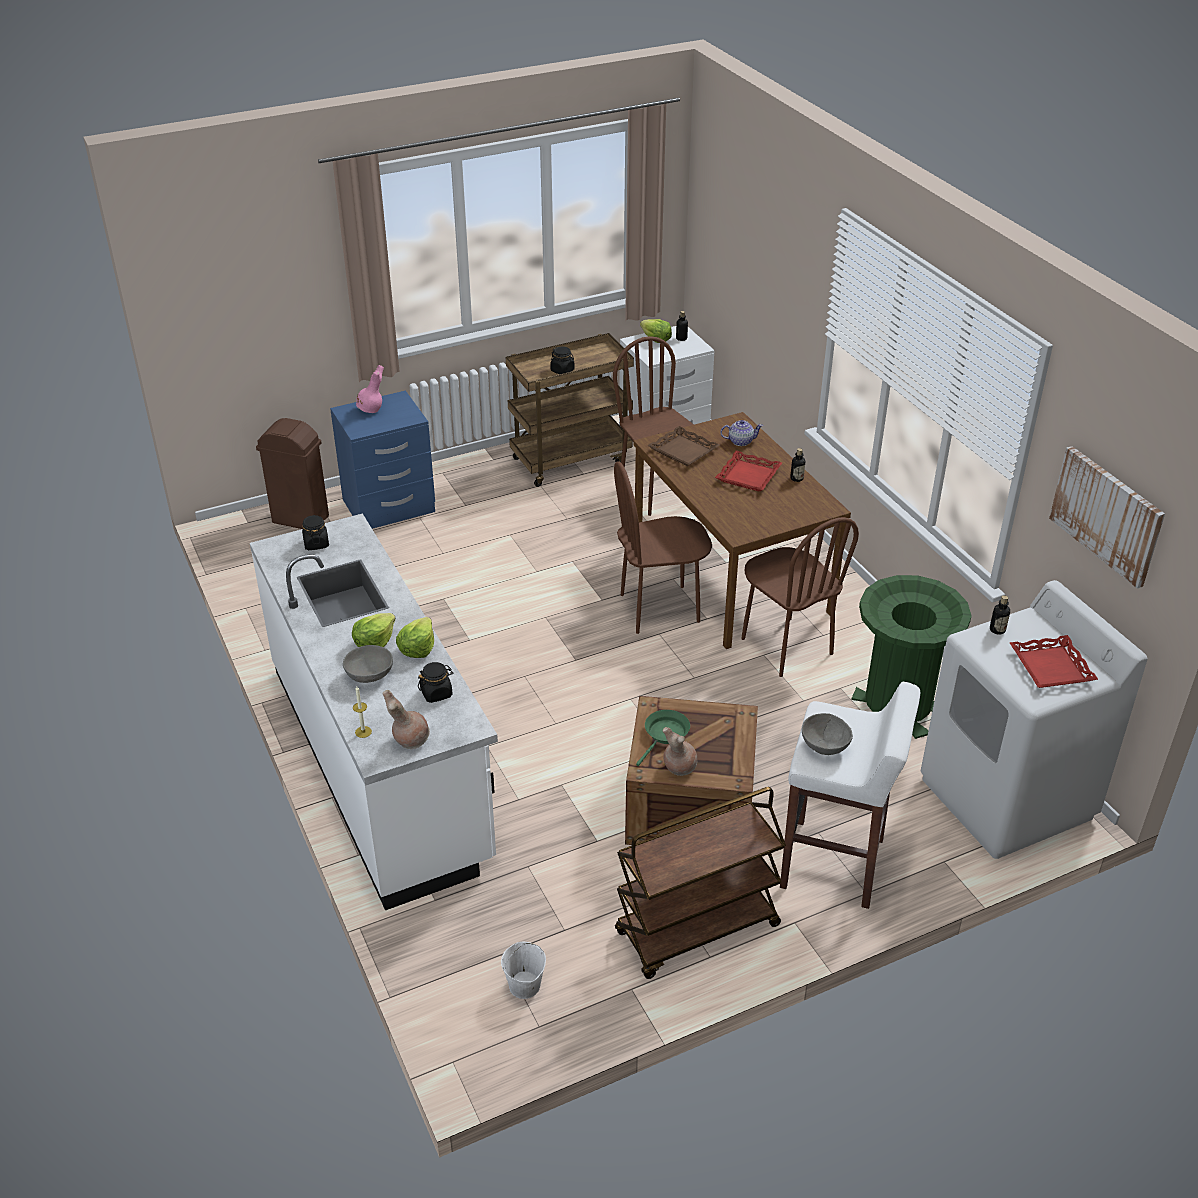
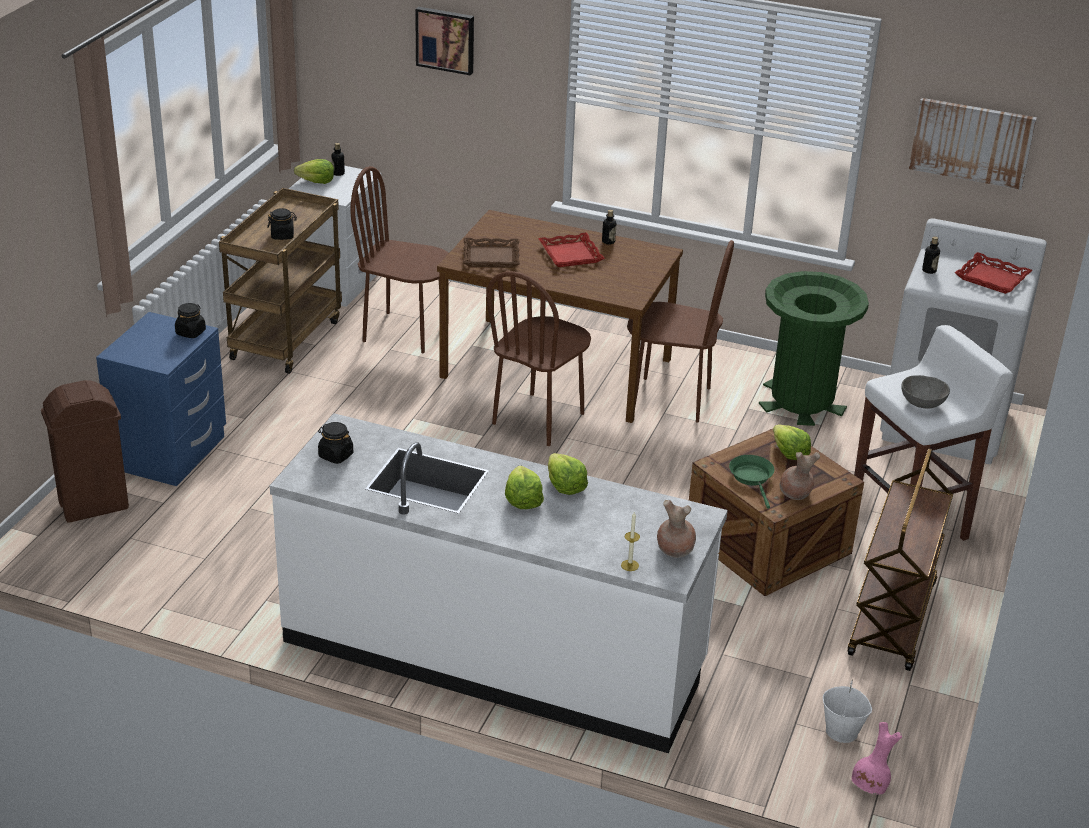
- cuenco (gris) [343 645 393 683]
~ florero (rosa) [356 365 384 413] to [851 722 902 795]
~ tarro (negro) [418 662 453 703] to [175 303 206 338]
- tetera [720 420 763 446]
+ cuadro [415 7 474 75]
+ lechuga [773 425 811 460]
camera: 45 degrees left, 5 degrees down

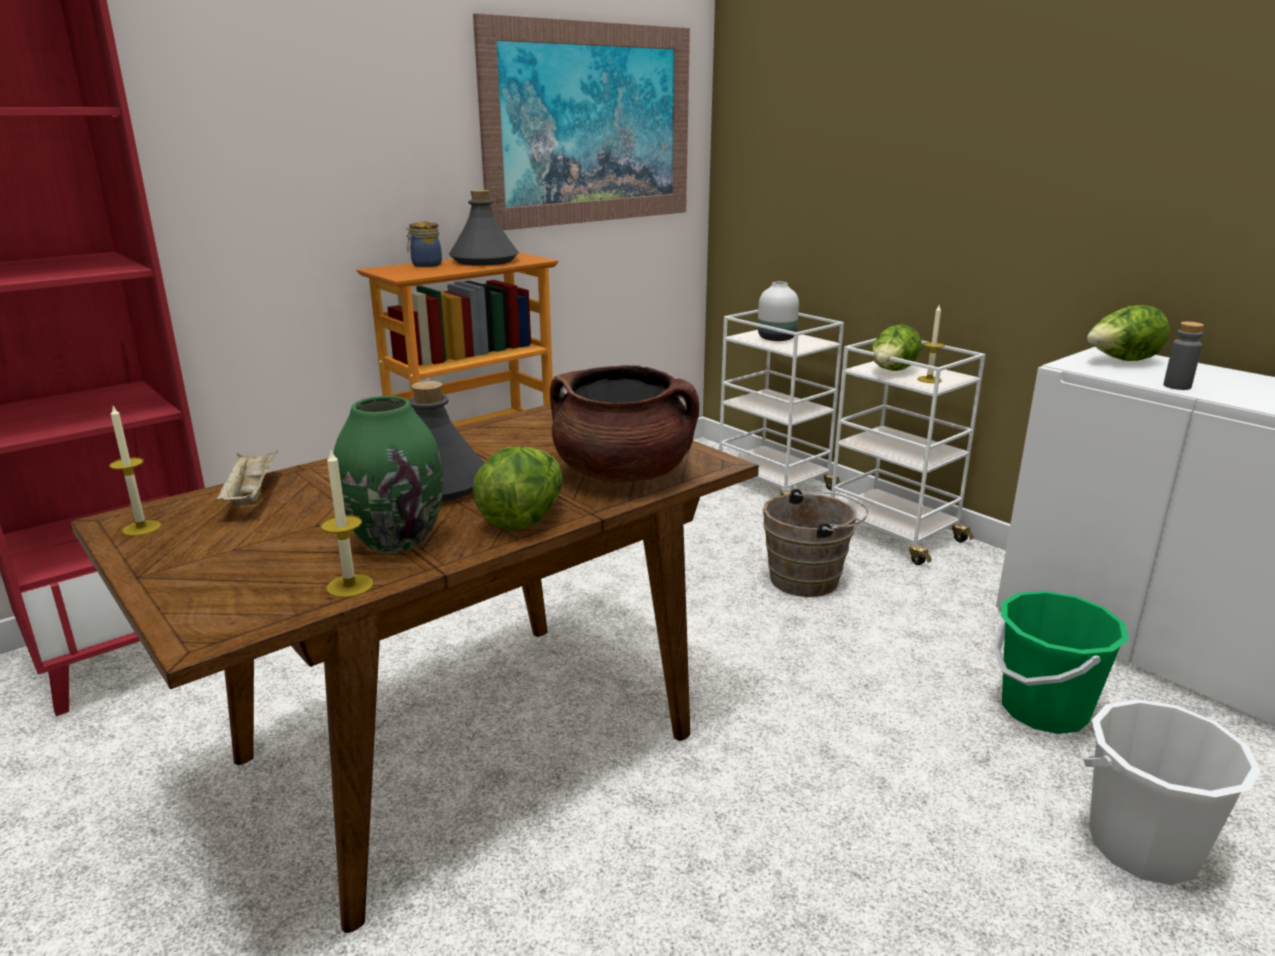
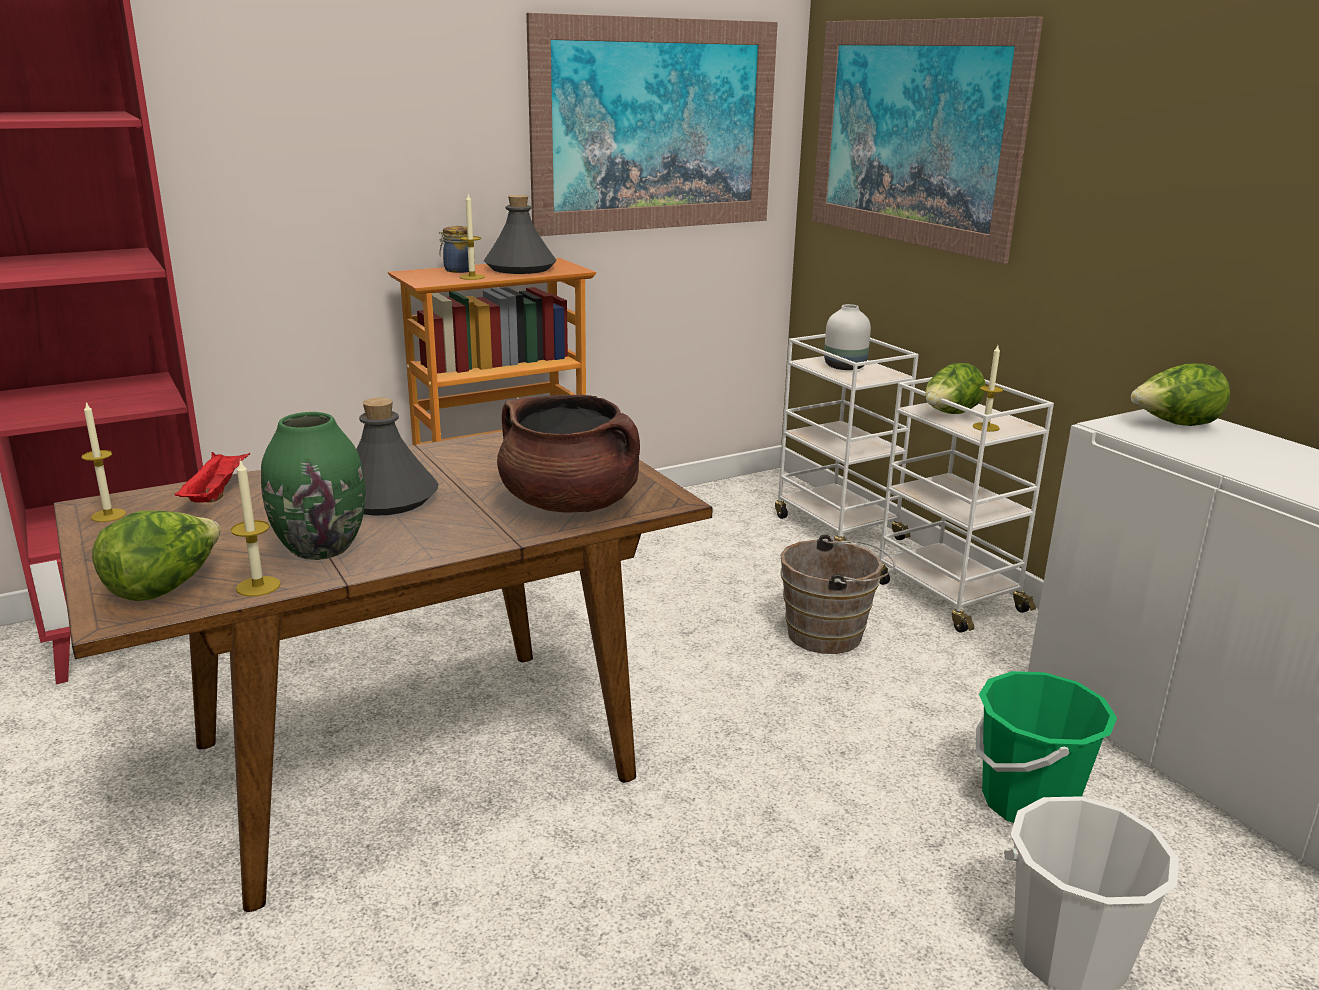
~ bandeja (beis) [216 451 278 506] to bandeja (rojo) [174 452 250 503]
~ lechuga [472 447 562 530] to [92 511 221 601]
- botella (gris) [1163 322 1204 390]
+ vela [460 194 485 280]
+ cuadro [812 17 1043 264]
camera: 10 degrees right, 0 degrees up

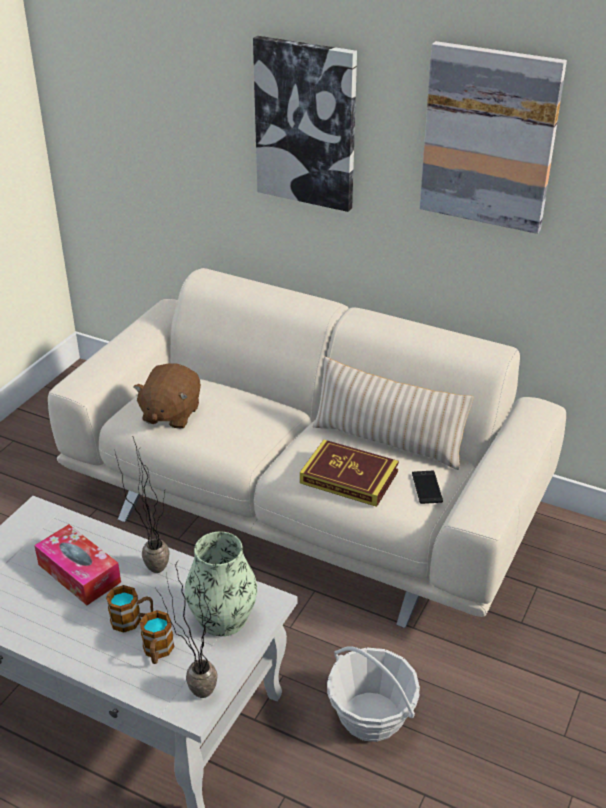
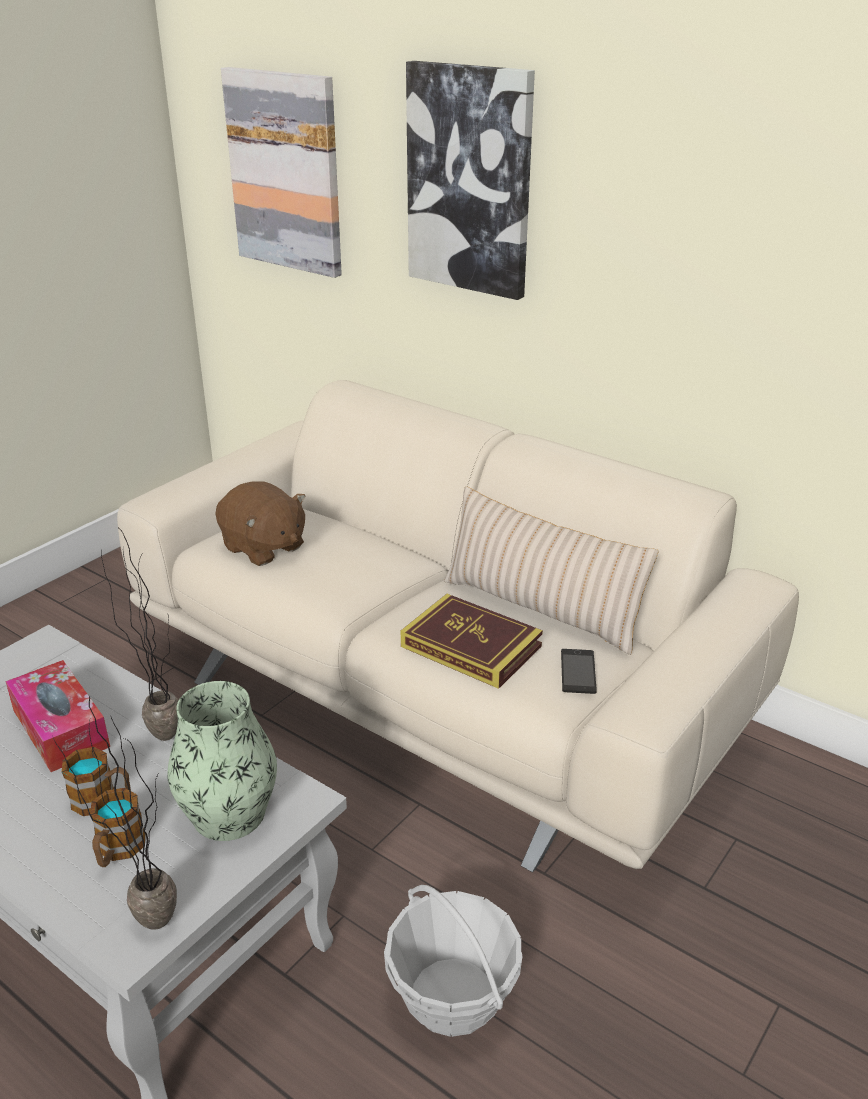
~ peluche (marrón) [133 363 201 429] = [215 482 306 566] 75 degrees counterclockwise
~ cuadro [420 41 567 234] to [221 67 342 278]
camera: 10 degrees right, 5 degrees down

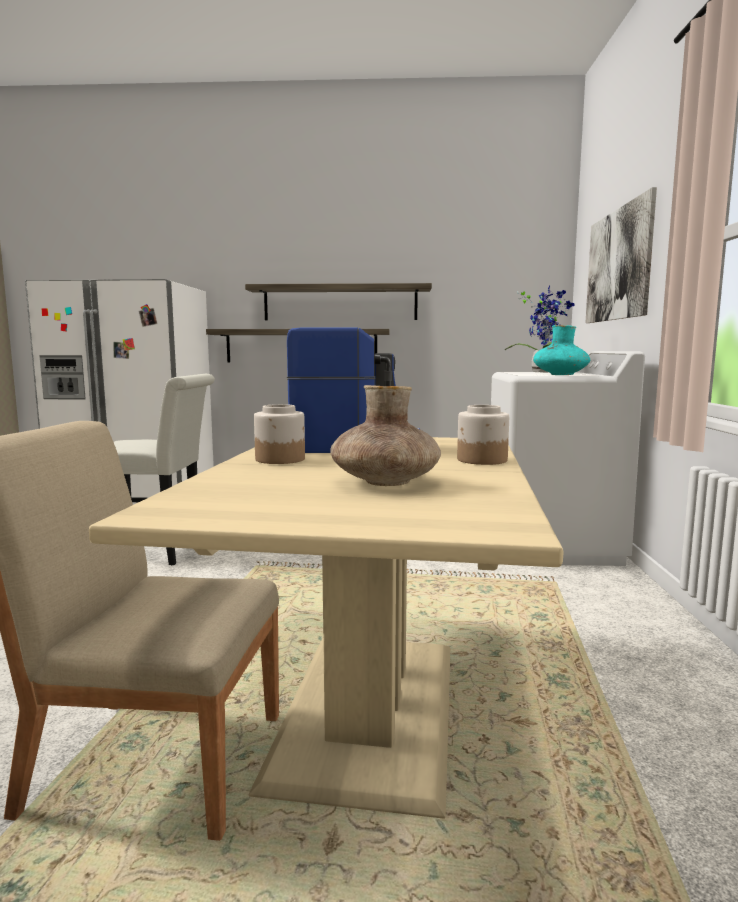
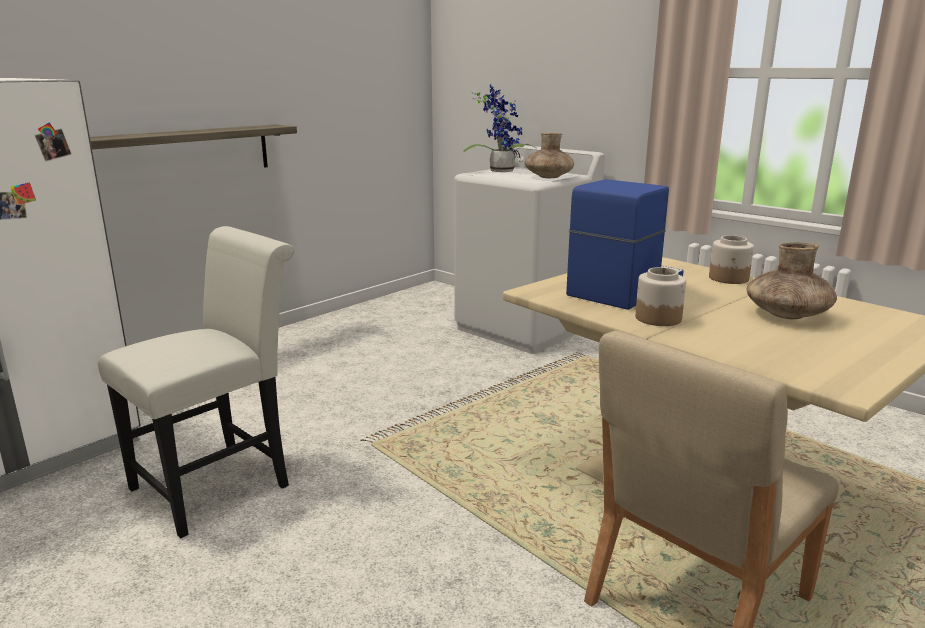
- estante [245 283 432 320]
~ florero (turquesa) [533 325 590 375] to florero (marrón) [525 133 574 178]
- cuadro [585 187 657 323]
camera: 50 degrees left, 10 degrees up

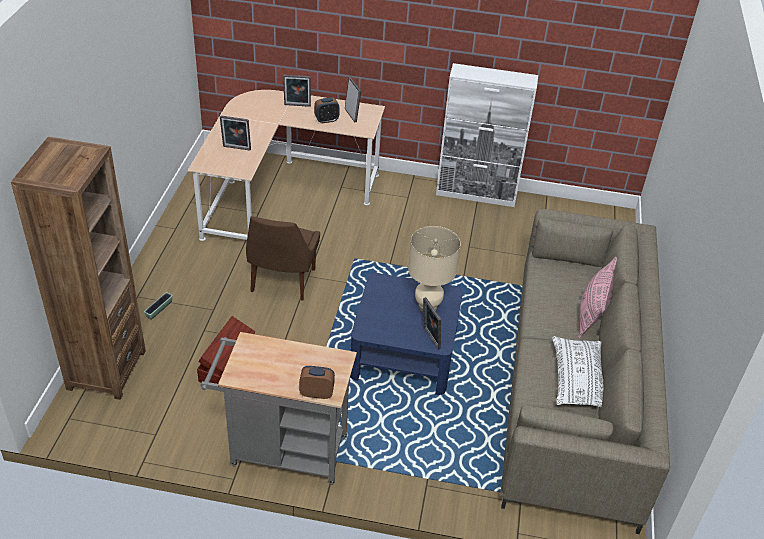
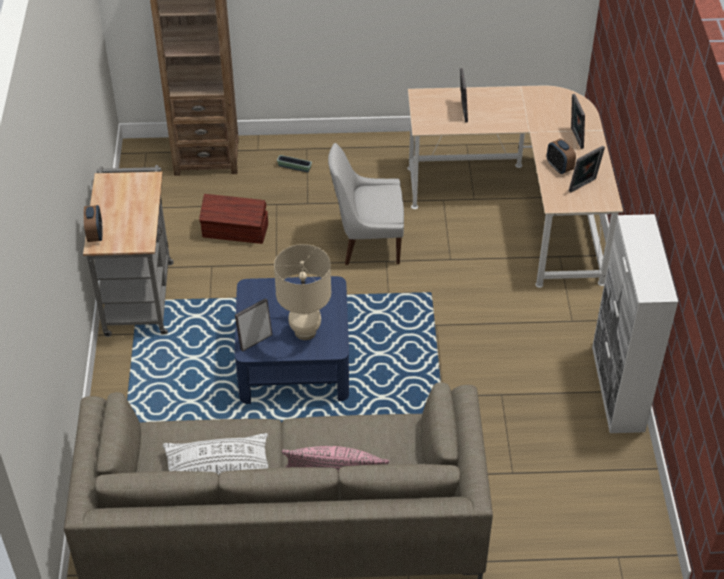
~ silla (marrón) [246 216 320 301] to silla (blanco) [328 143 404 265]
camera: 80 degrees right, 5 degrees up

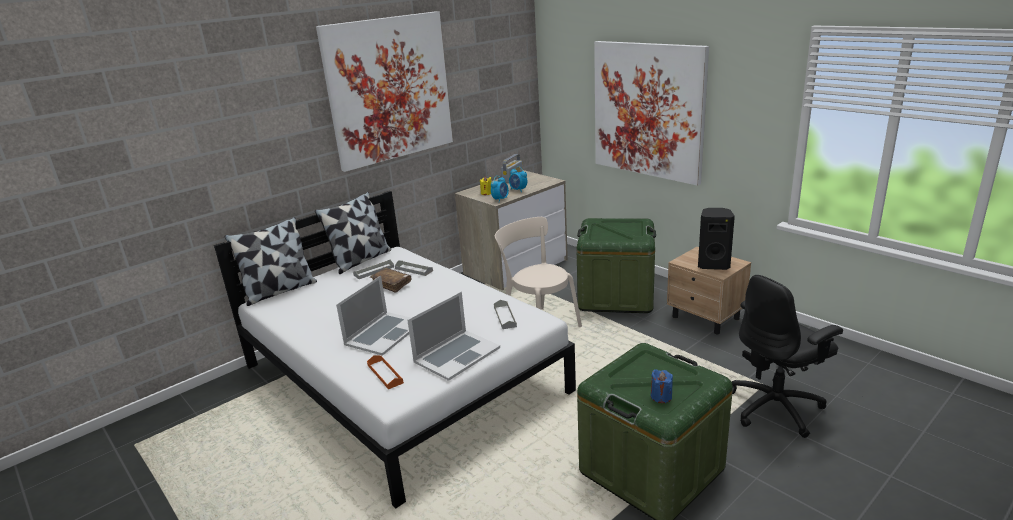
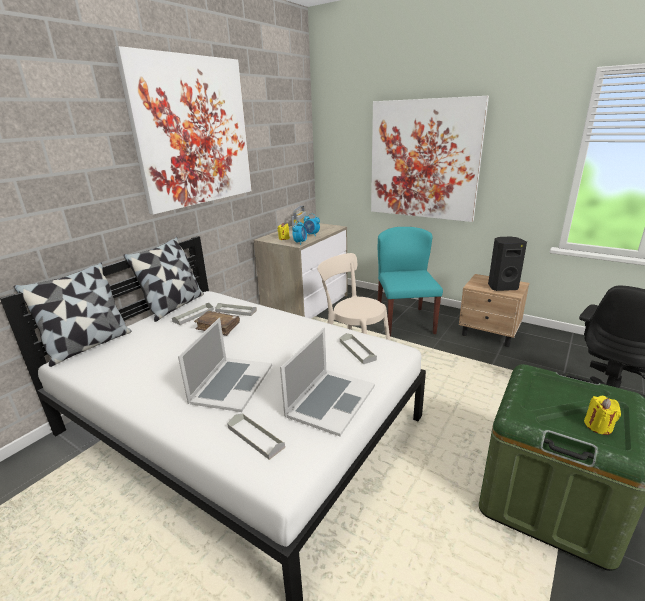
~ bandeja (naranja) [367 355 404 389] to bandeja (gris) [227 413 285 460]
~ caja de almacenaje (verde) [576 218 656 313] to silla (turquesa) [377 227 443 336]
~ vela (azul) [651 369 673 403] to vela (amarillo) [584 396 621 435]
camera: 15 degrees left, 0 degrees up

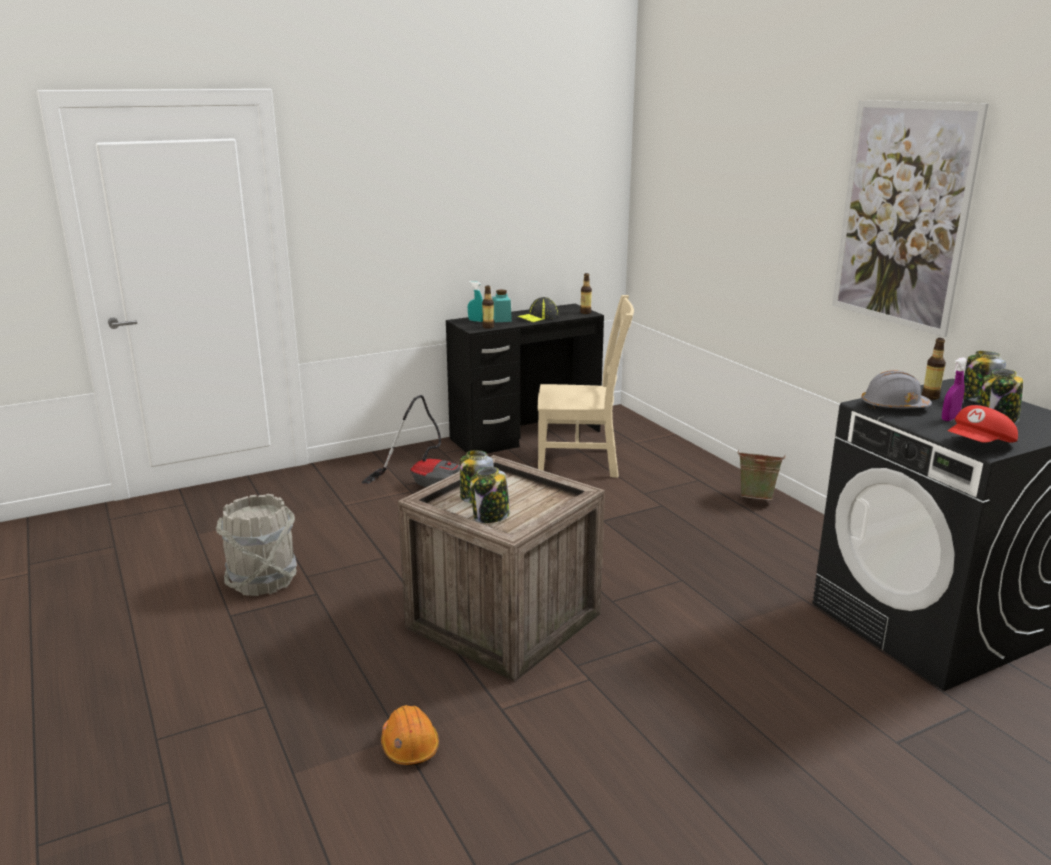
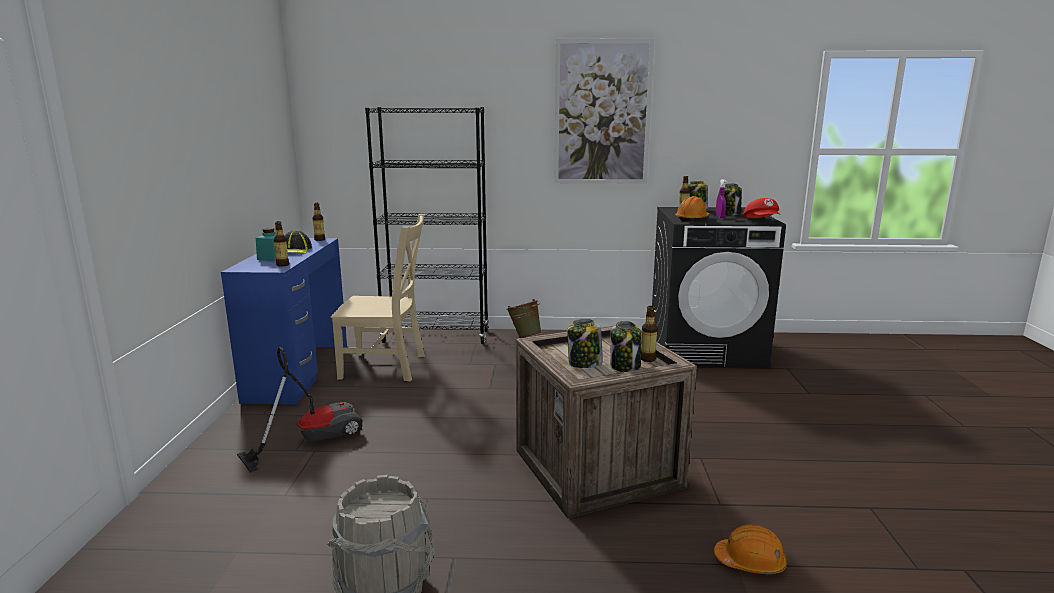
~ escritorio (negro) [446 304 604 454] to escritorio (azul) [221 238 347 405]
- pulverizador (turquesa) [468 281 483 322]
~ silla (beis) [538 295 634 478] = [331 214 425 381] 60 degrees clockwise
~ casco (gris) [861 370 932 409] to casco (naranja) [675 196 709 222]
+ estantería (negro) [365 107 489 344]
+ botella [641 306 657 362]
camera: 60 degrees left, 5 degrees down

